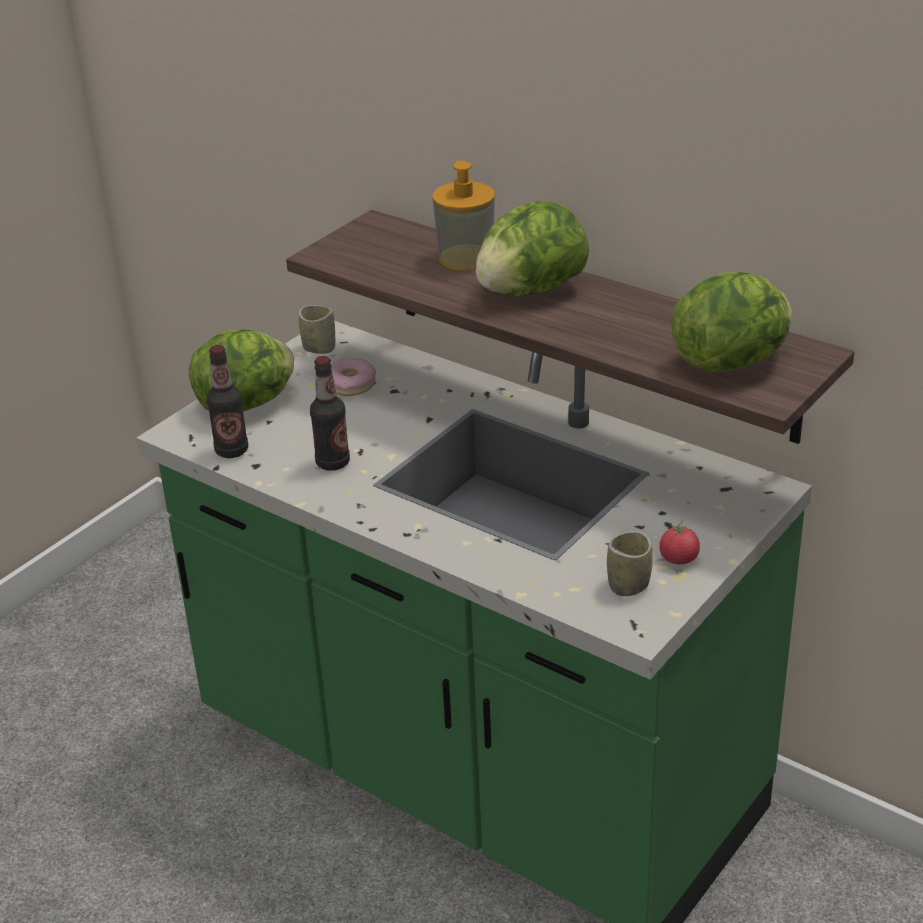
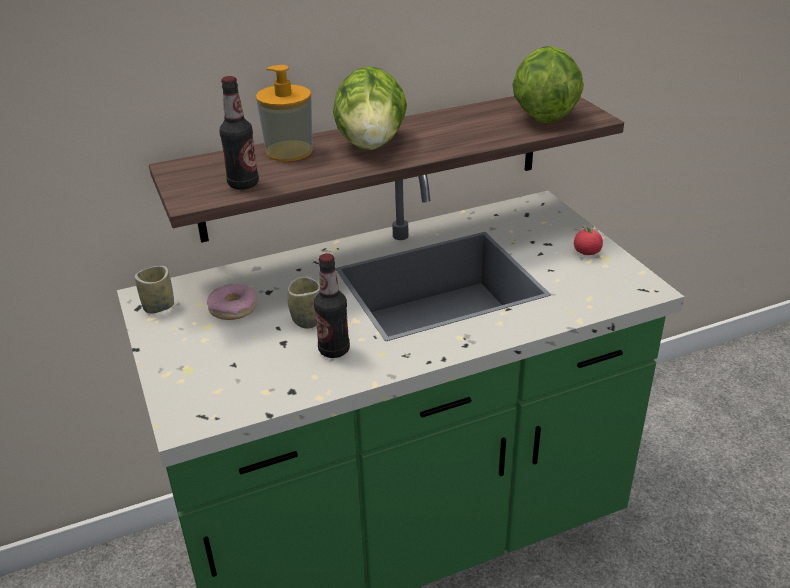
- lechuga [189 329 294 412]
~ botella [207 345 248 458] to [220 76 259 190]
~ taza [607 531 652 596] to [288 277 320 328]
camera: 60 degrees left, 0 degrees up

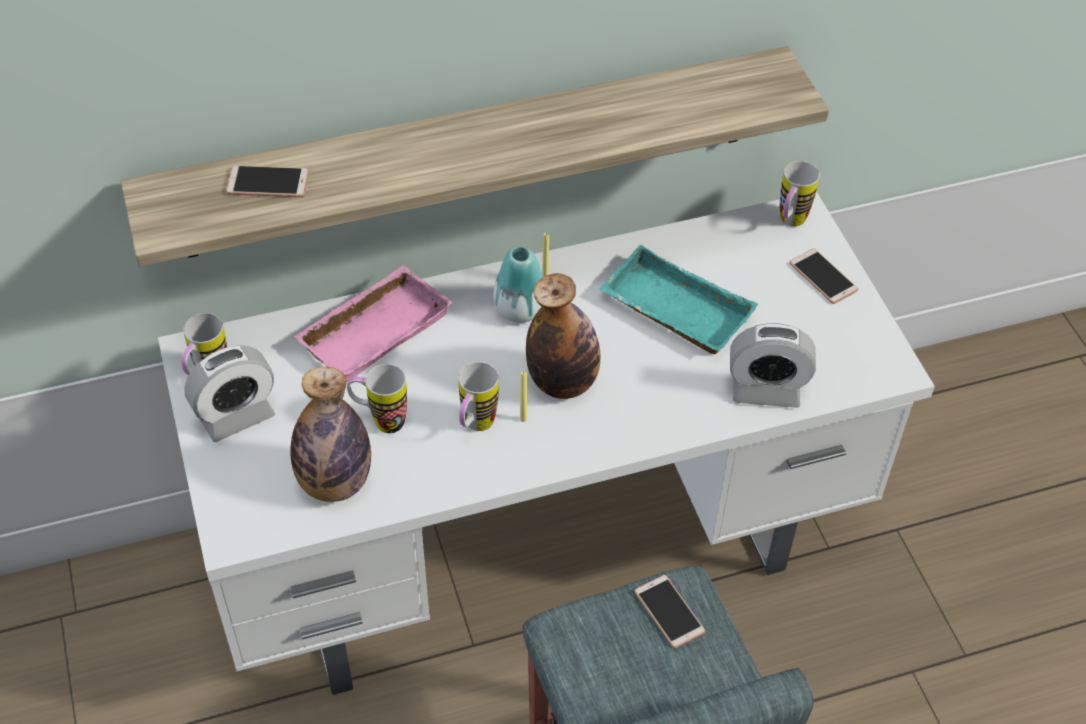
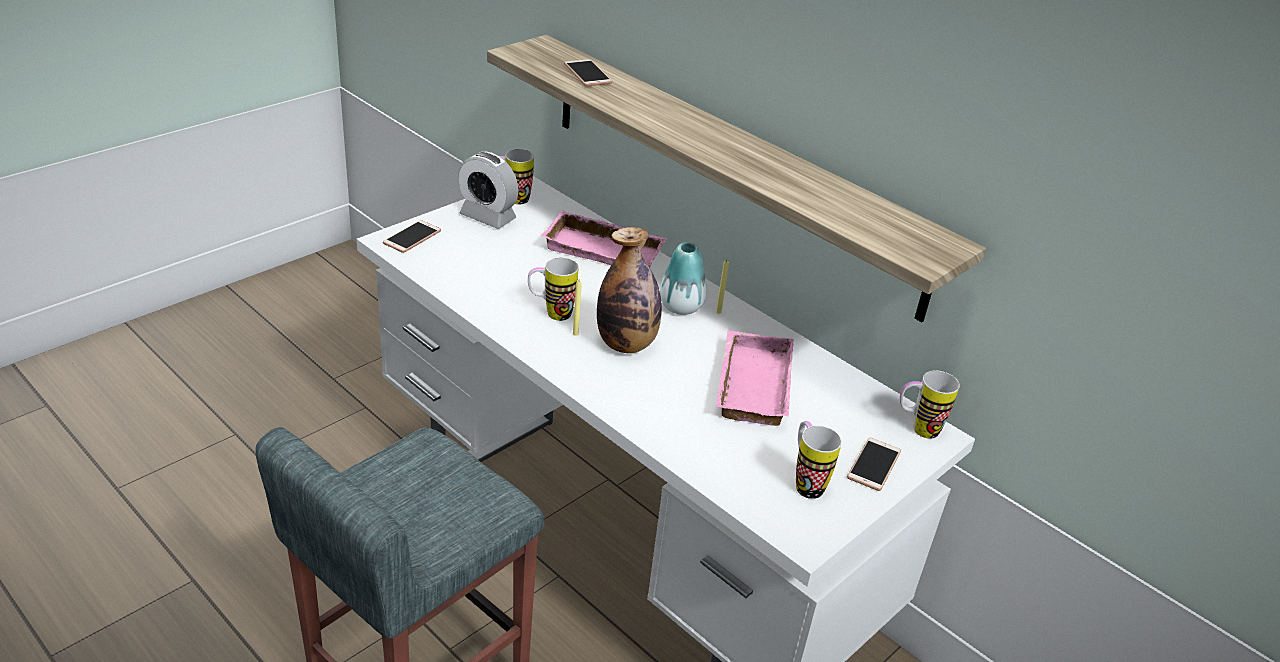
- botella [290 367 371 502]
~ taza grande [347 364 407 433] to [796 421 842 499]
~ bandeja (turquesa) [599 245 758 354] to bandeja (rosa) [716 330 794 426]
~ móvil [634 575 705 648] to [383 220 441 253]
- despertador [730 323 816 408]
camera: 60 degrees right, 15 degrees down

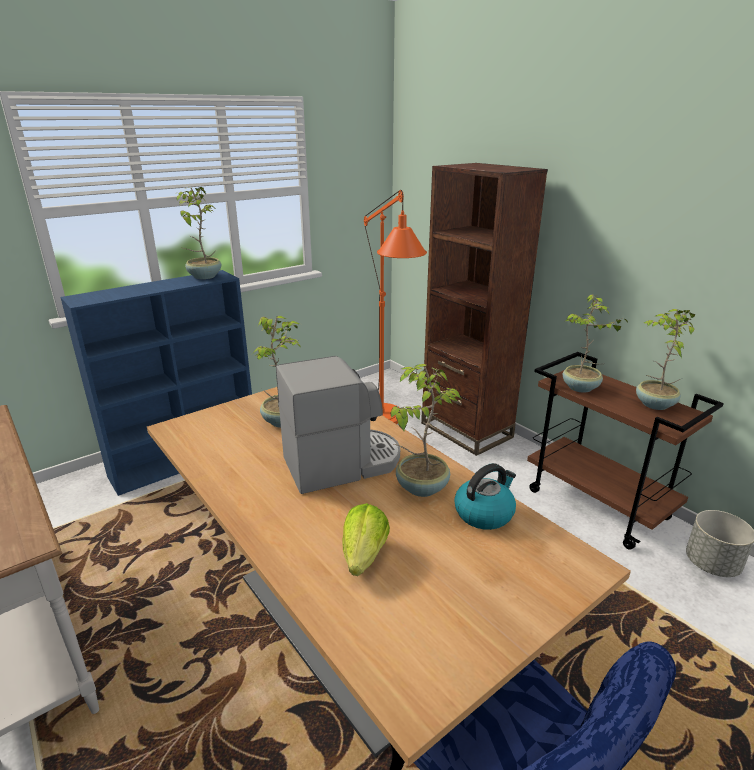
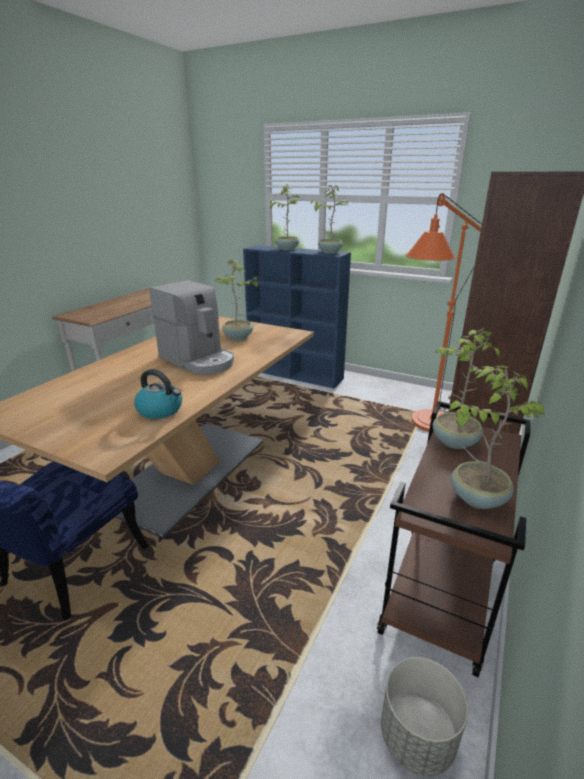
- lechuga [343 503 390 576]
~ planta en maceta [391 364 461 497] to [270 185 300 250]
camera: 65 degrees right, 0 degrees up

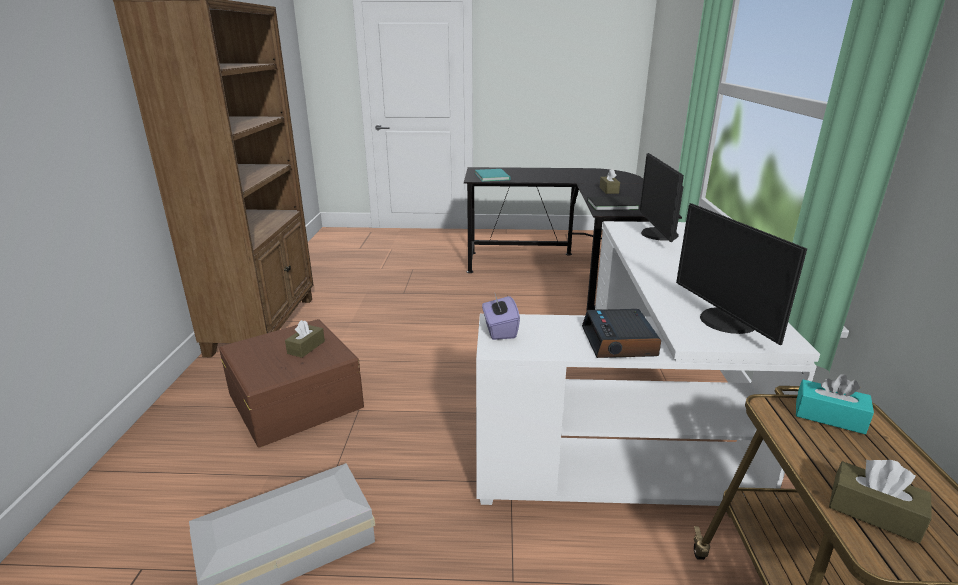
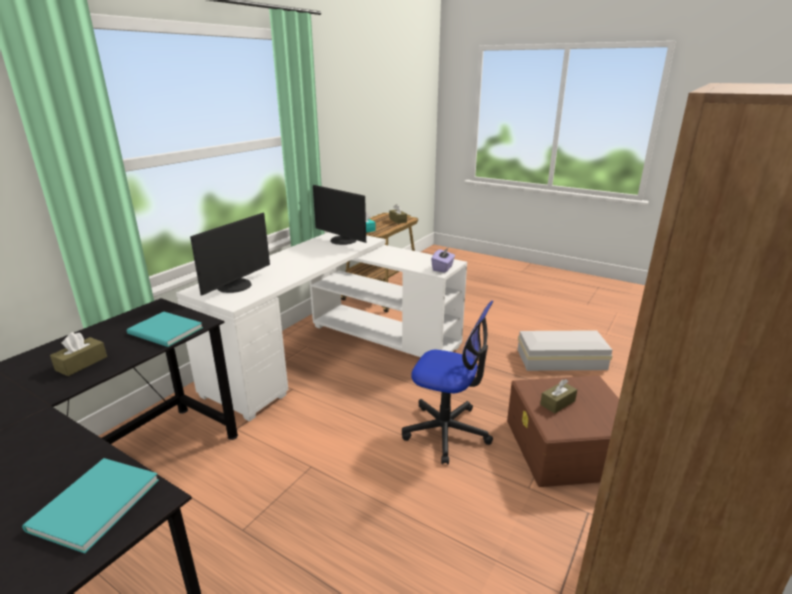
- despertador [582 309 661 358]
~ libro (negro) [587 196 639 211] to libro (turquesa) [126 312 203 347]
~ monitor [676 203 807 345] = [313 185 366 245] 120 degrees clockwise
+ silla de oficina [402 301 493 464]
camera: 150 degrees left, 0 degrees up

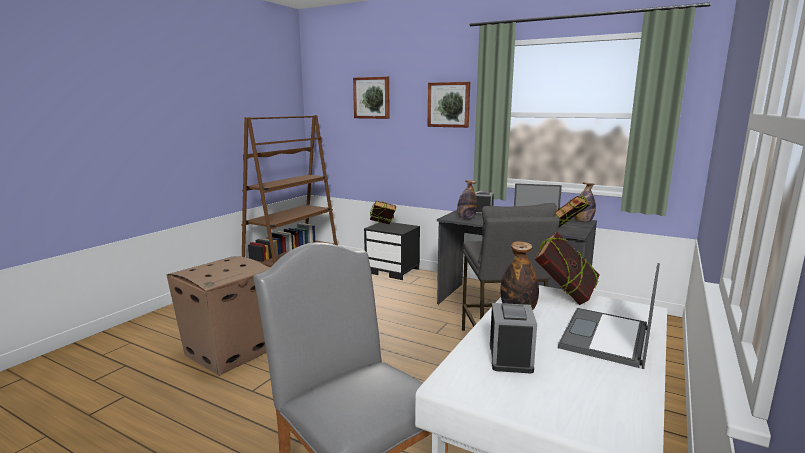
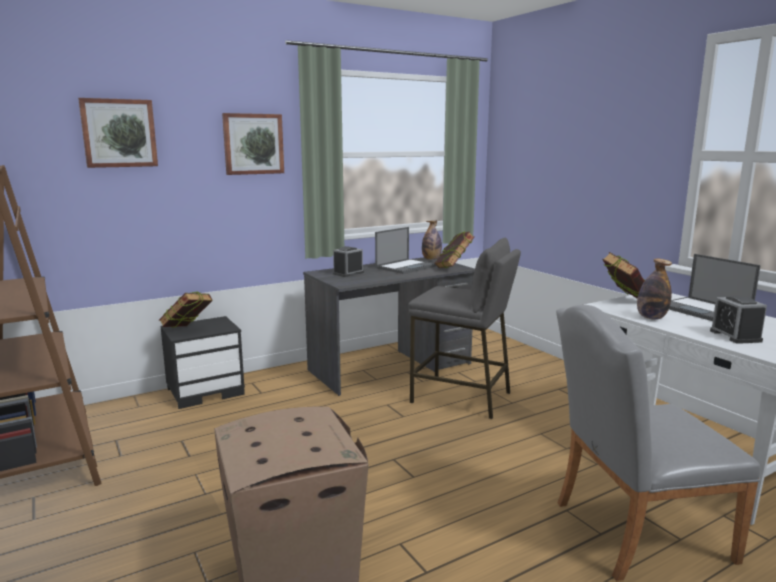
- botella [457 180 477 219]
~ despertador [490 303 537 374] = [710 296 767 344] 135 degrees counterclockwise
camera: 60 degrees left, 0 degrees up

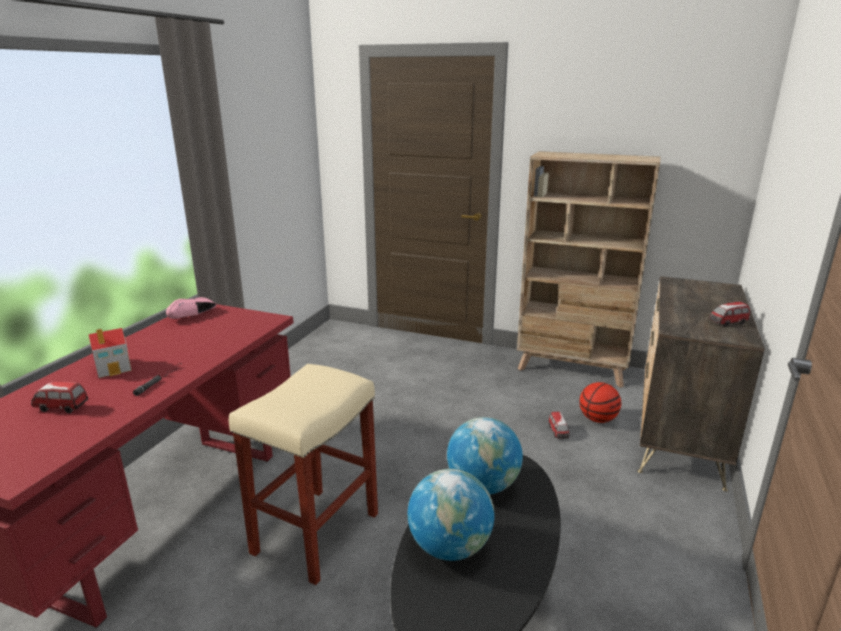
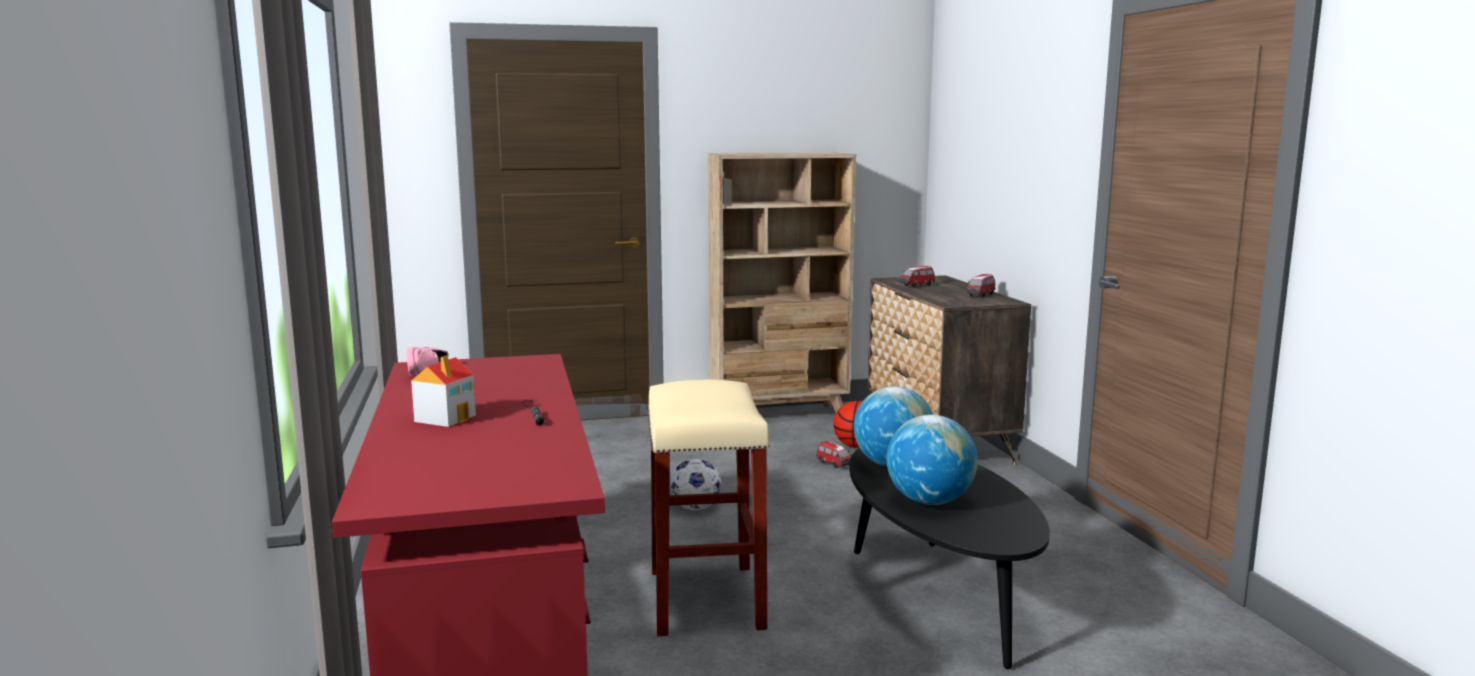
~ coche de juguete [31 382 88 413] to [900 266 935 287]
+ balón de fútbol [670 459 721 510]
camera: 35 degrees left, 10 degrees down

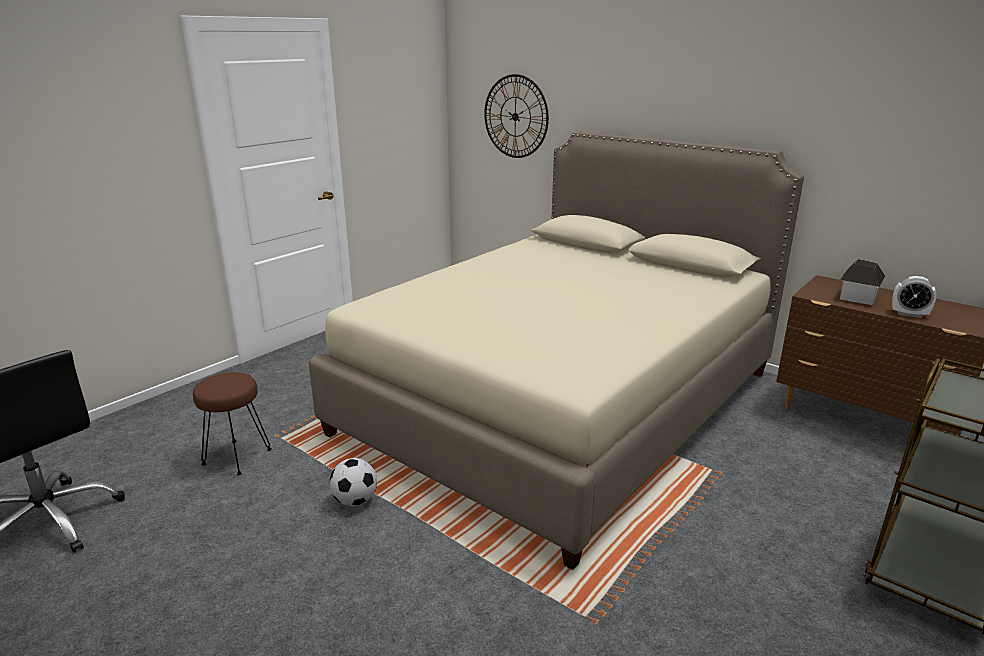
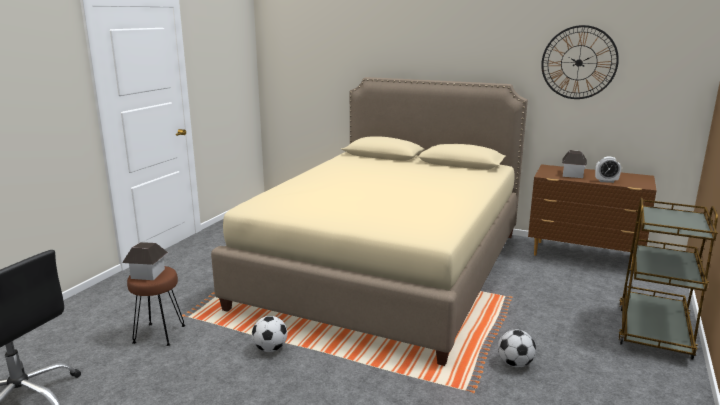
~ reloj de pared [484 74 549 158] to [541 25 619 99]
+ casita [122 242 168 280]
+ balón de fútbol [498 329 536 367]
camera: 15 degrees left, 5 degrees down

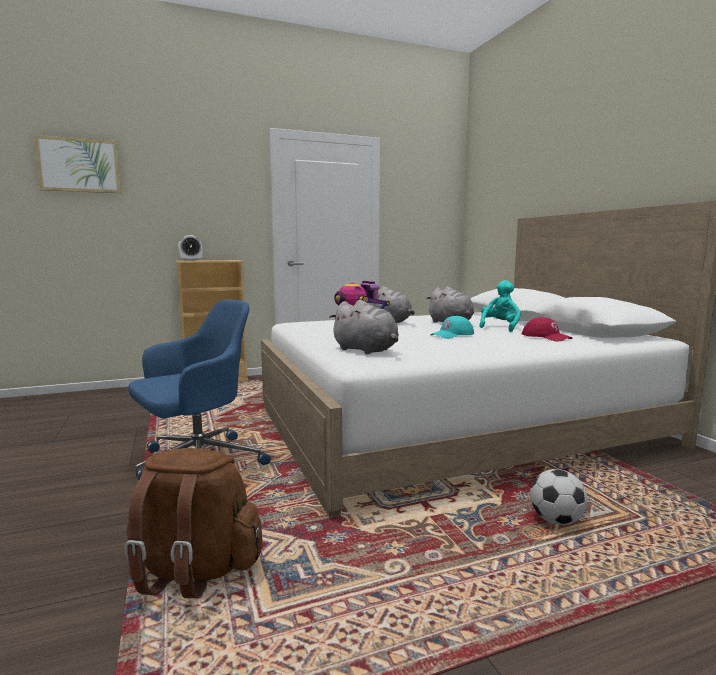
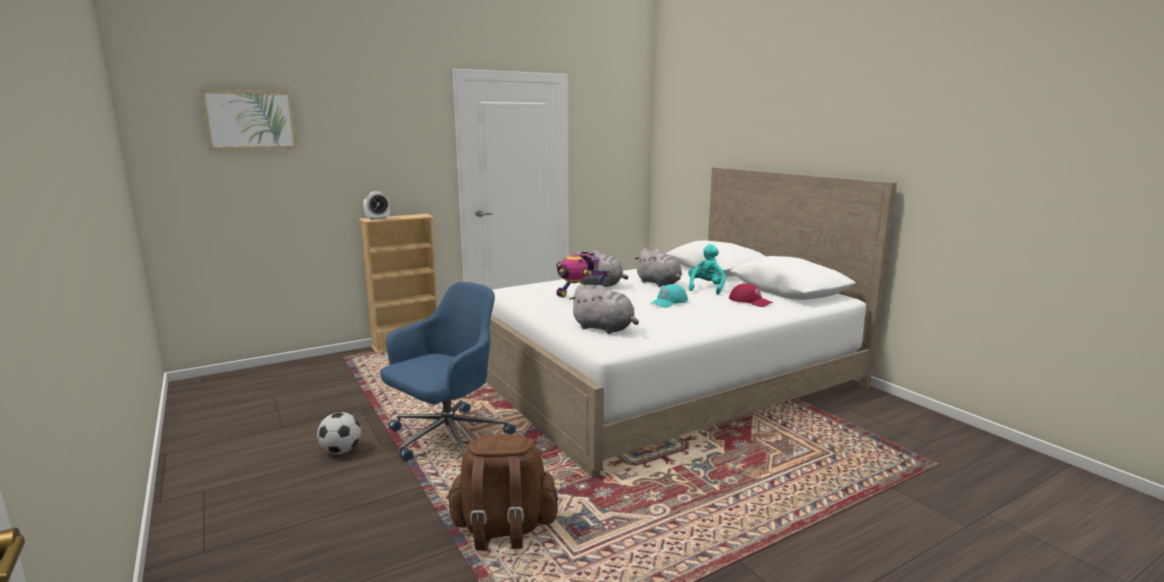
~ balón de fútbol [530 469 588 525] to [317 412 361 454]
camera: 10 degrees left, 5 degrees up

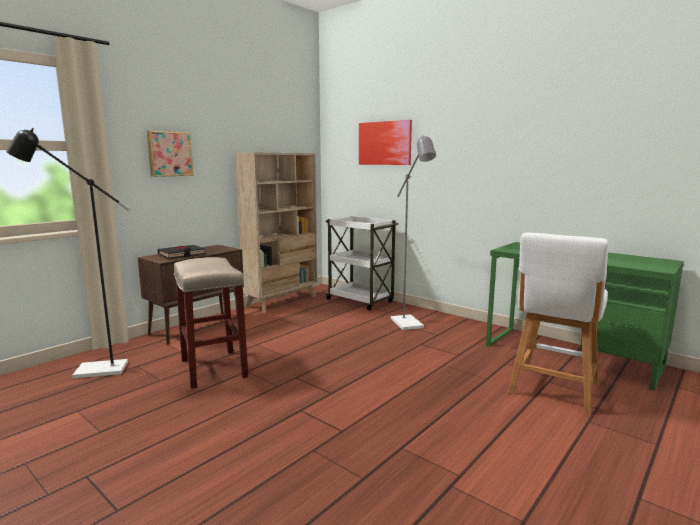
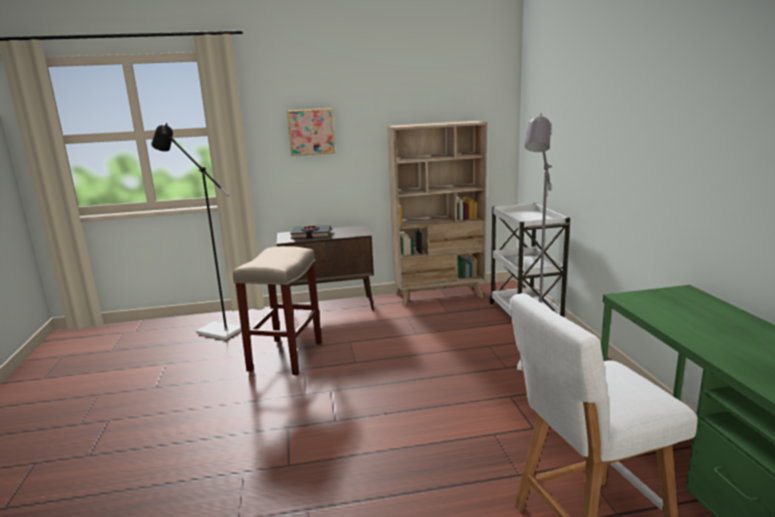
- cuadro [359 120 412 165]
camera: 40 degrees right, 5 degrees up

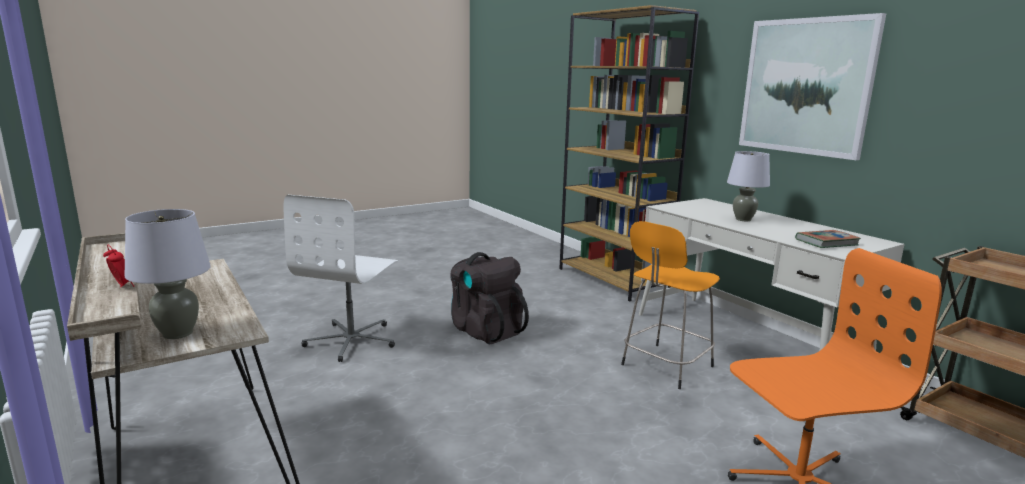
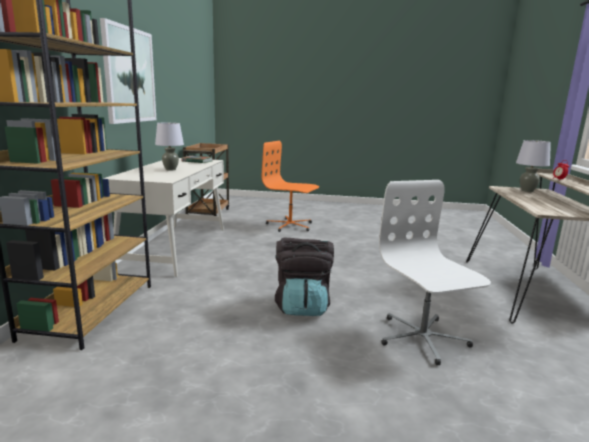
~ silla de oficina (blanco) [283 195 398 362] = [379 180 491 365] 75 degrees counterclockwise
- taburete (naranja) [621 221 720 389]
camera: 140 degrees left, 0 degrees up

